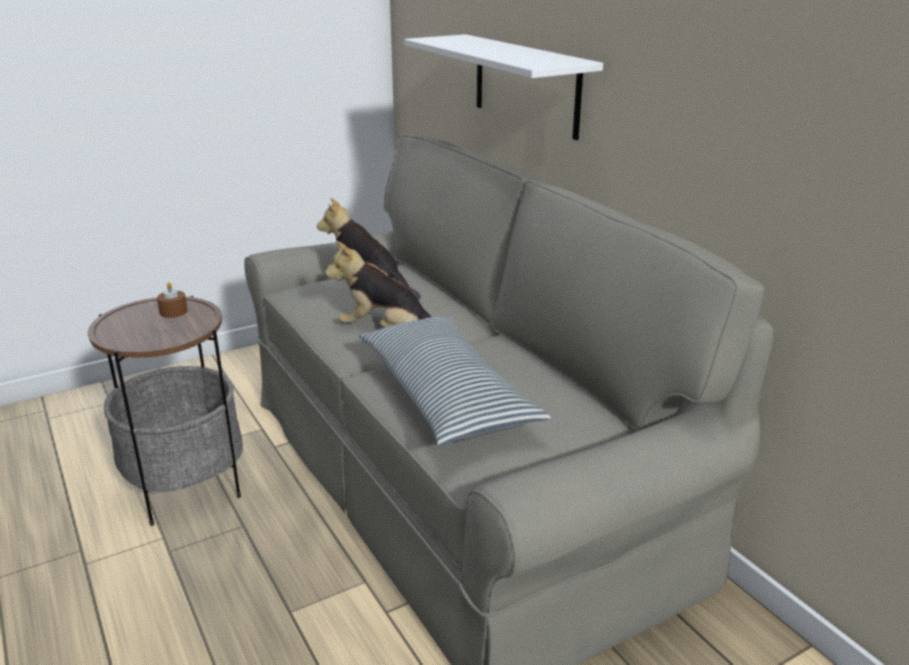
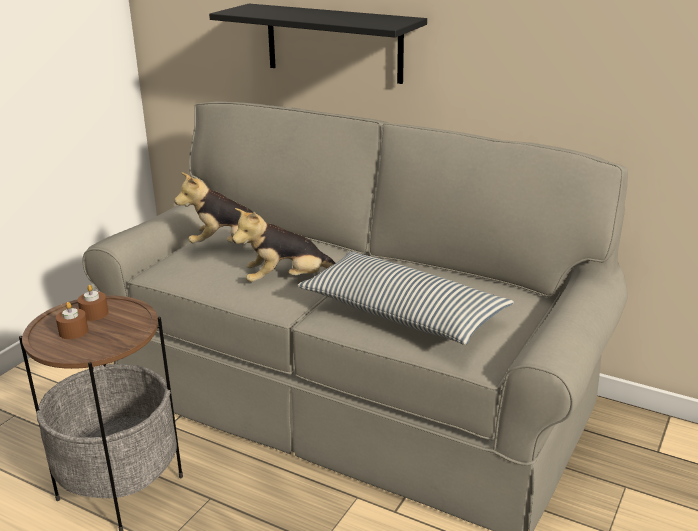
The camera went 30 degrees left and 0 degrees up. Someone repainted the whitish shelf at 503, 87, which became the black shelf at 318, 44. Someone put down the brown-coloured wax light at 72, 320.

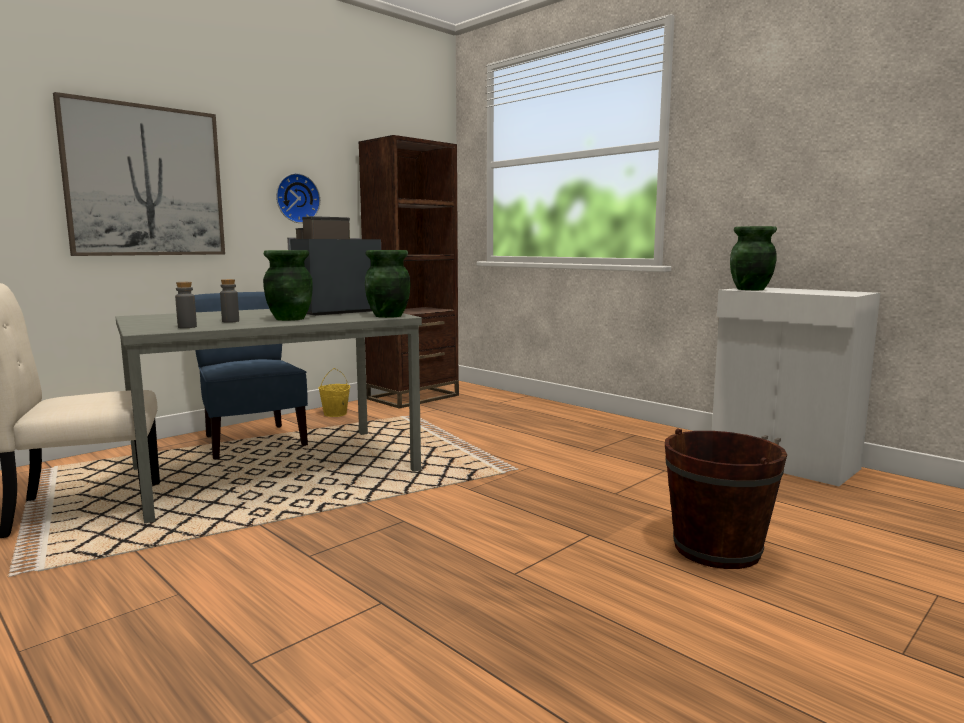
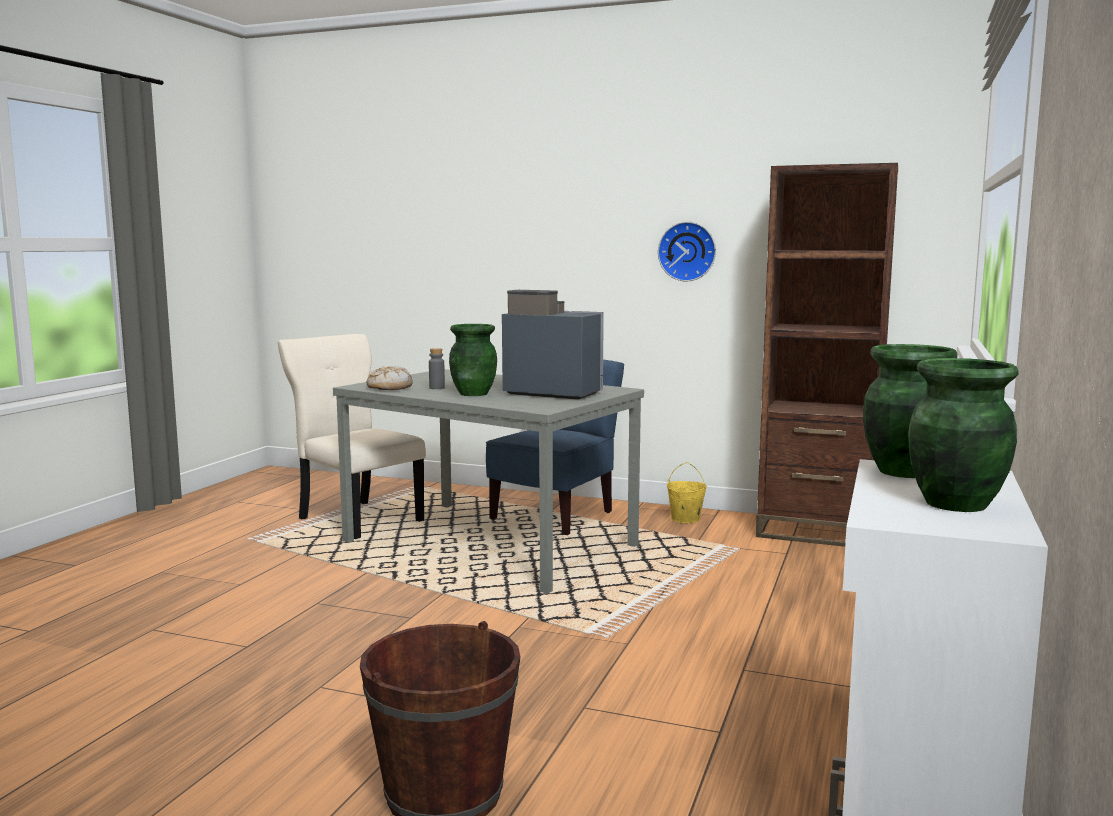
The camera went 65 degrees right and 0 degrees up. Someone took away the picture at 139, 174. Someone carried the green flower vase from 388, 284 to 963, 435. Someone swapped the greyish bottle at 186, 305 for the bread at 389, 378.

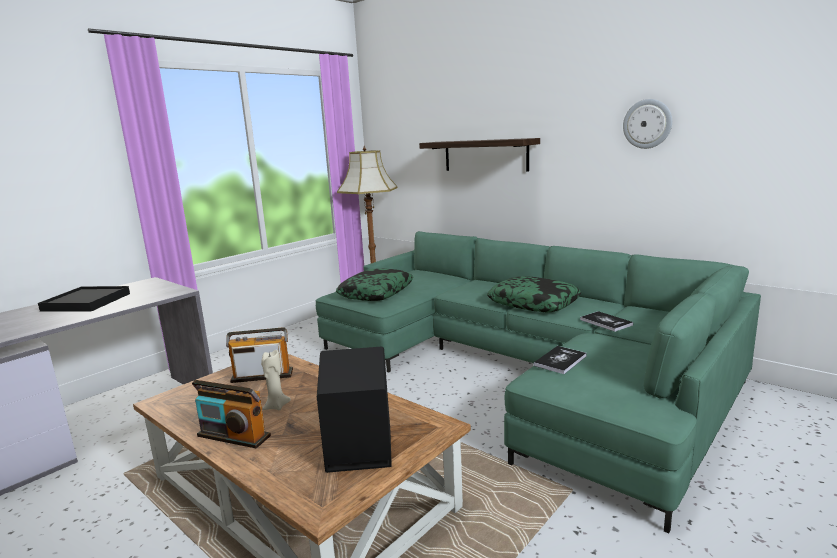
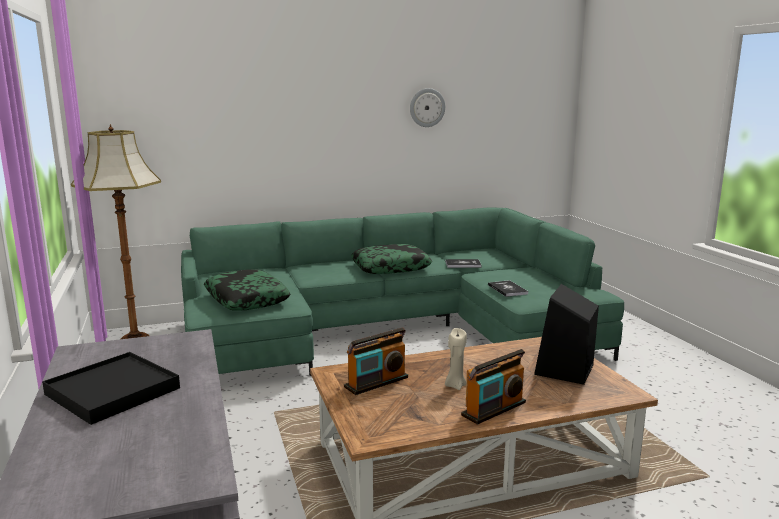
The camera went 60 degrees left and 0 degrees up. Someone took away the shelf at 479, 155. Someone rotated the radio receiver at 259, 355 by 150 degrees counterclockwise.

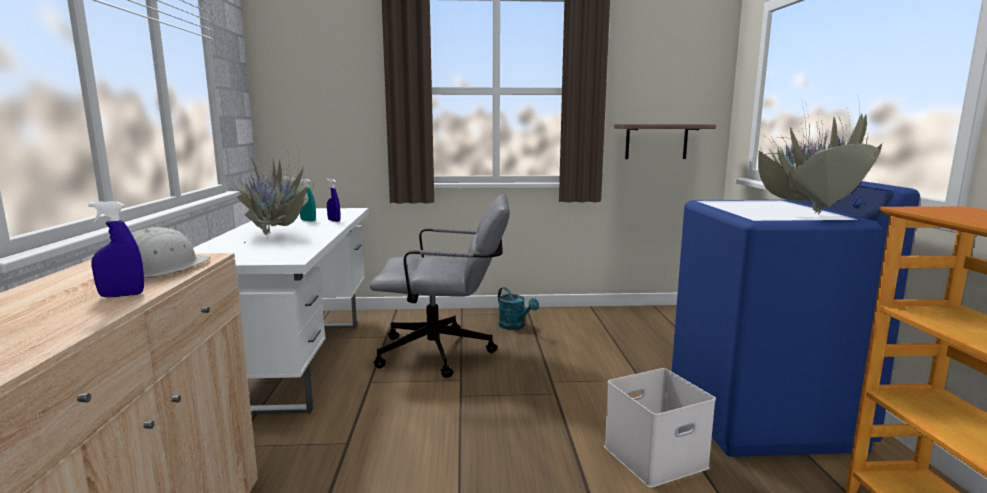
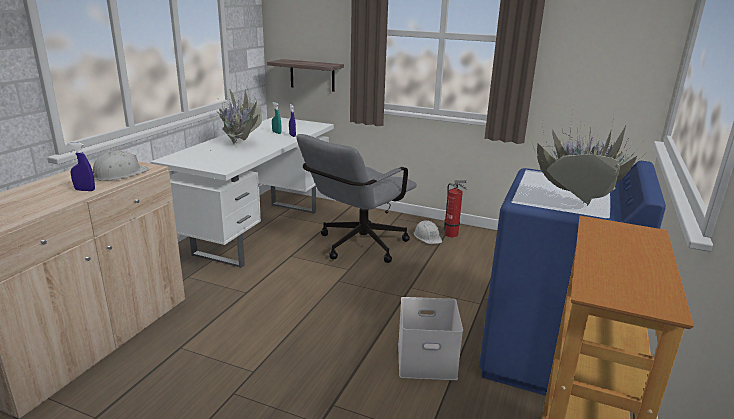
The camera went 25 degrees right and 10 degrees up. Someone carried the shelf from 665, 141 to 305, 75. Someone rotated the greyish office chair at 440, 286 by 105 degrees clockwise. Someone swapped the turquoise watering pot at 518, 308 for the whitish hard hat at 428, 232. Someone put down the fire extinguisher at 456, 208.

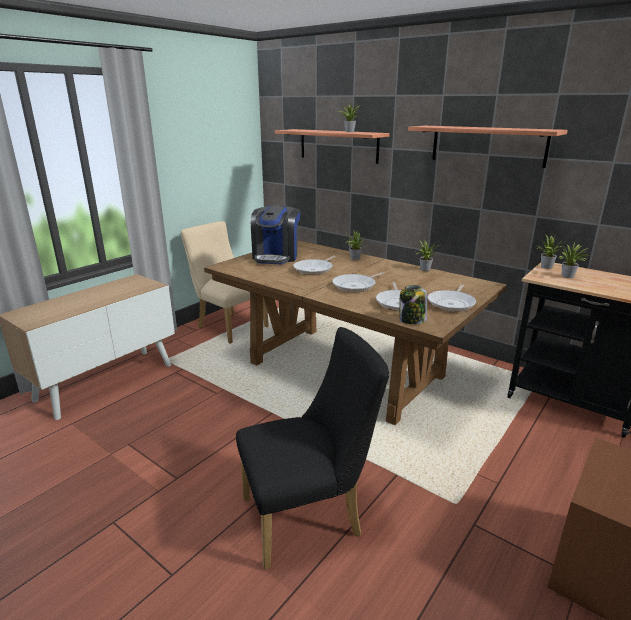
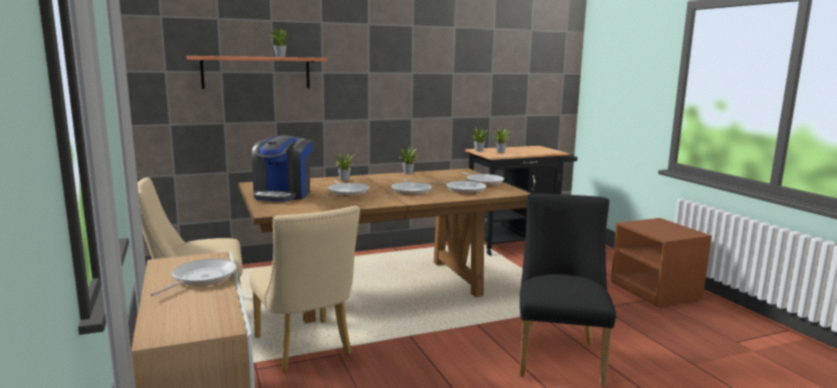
The camera went 60 degrees left and 10 degrees down. Someone took away the shelf at 488, 147. Someone rotated the coffee maker at 275, 234 by 60 degrees clockwise. Someone took away the storage jar at 413, 304. Someone put down the sand-coloured upright chair at 304, 289. Someone put down the pan at 193, 277.

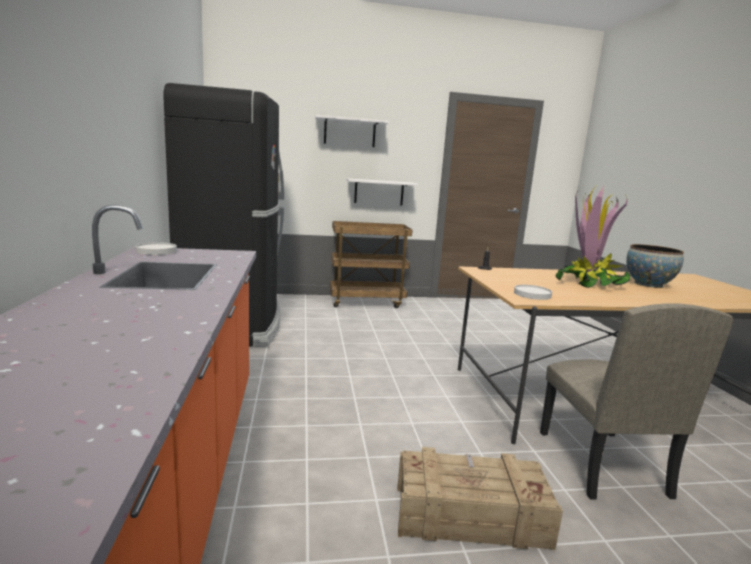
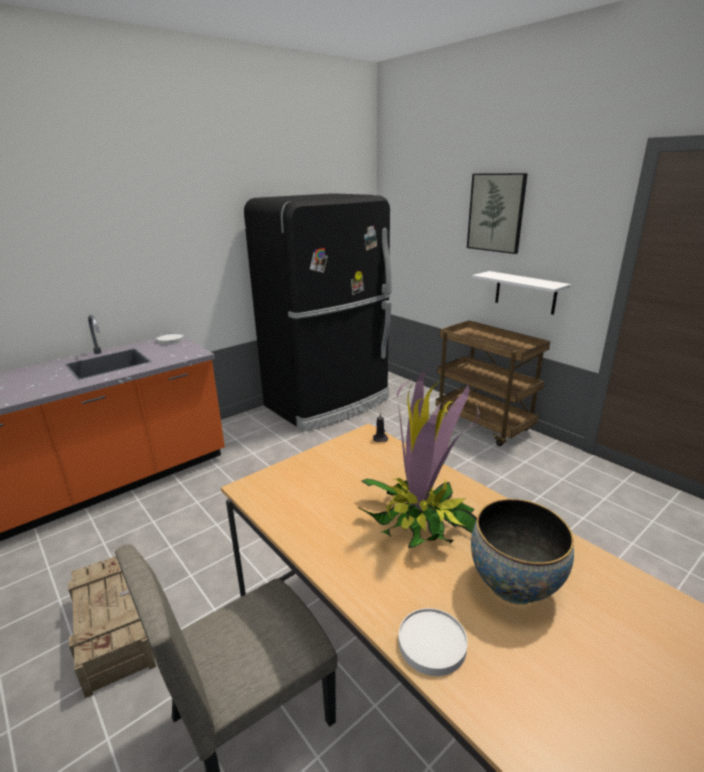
The camera went 60 degrees right and 10 degrees up. Someone swapped the whitish shelf at 352, 131 for the picture at 497, 213. Someone carried the whitish flat dish from 533, 292 to 433, 642.

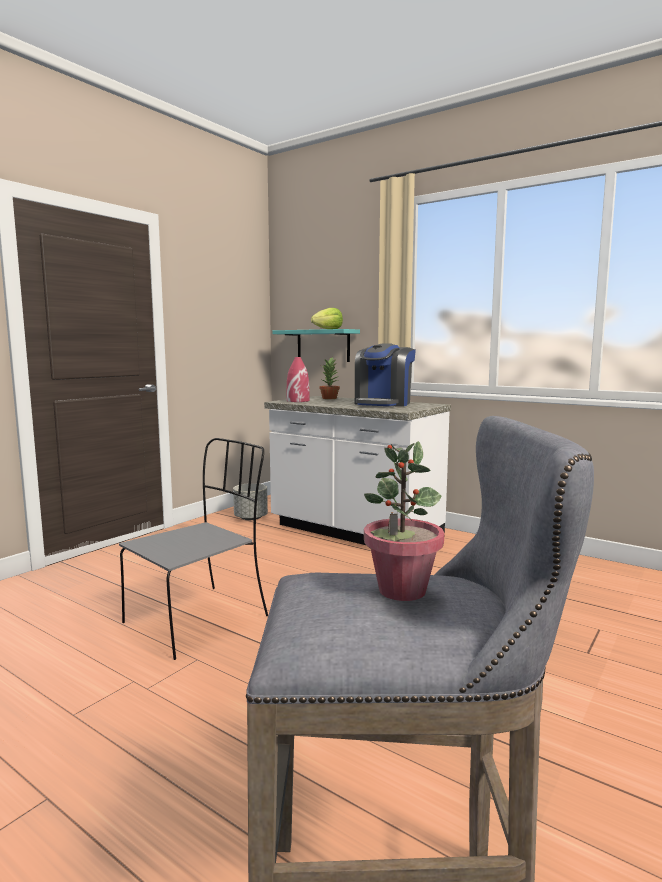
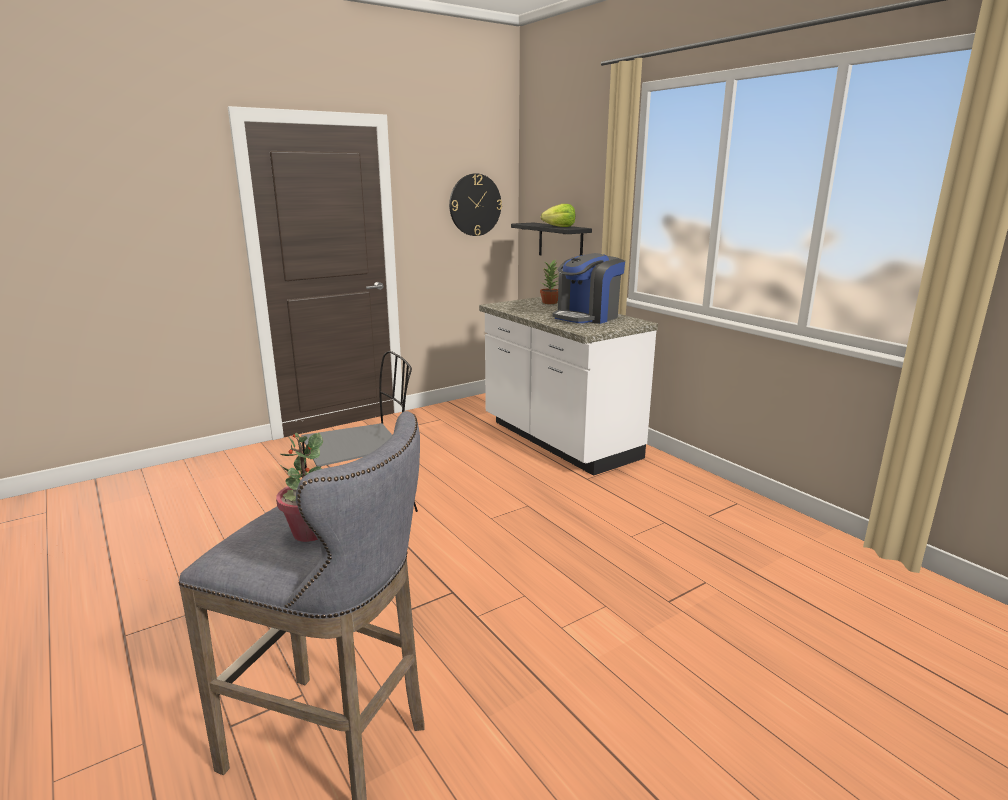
The camera went 20 degrees right and 10 degrees up. Someone repainted the turquoise shelf at 316, 345, which became the black shelf at 551, 239. Someone took away the red-coloured flower vase at 298, 379. Someone took away the greyish planter at 250, 501. Someone put up the wall clock at 475, 205.

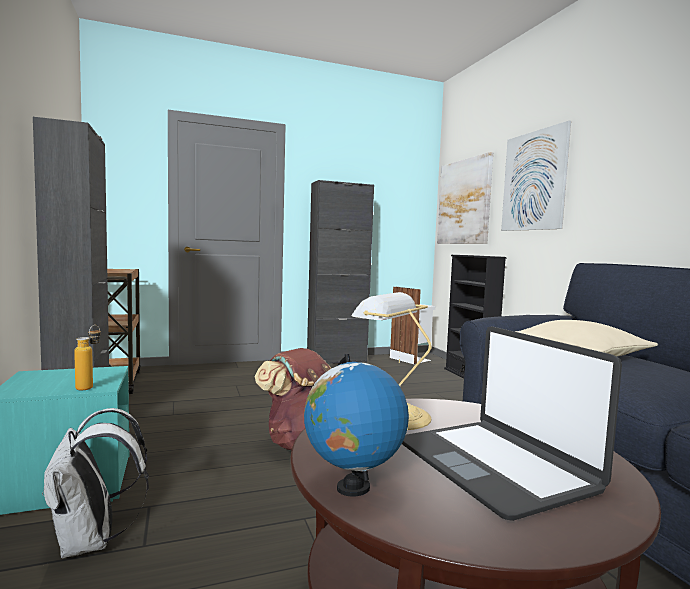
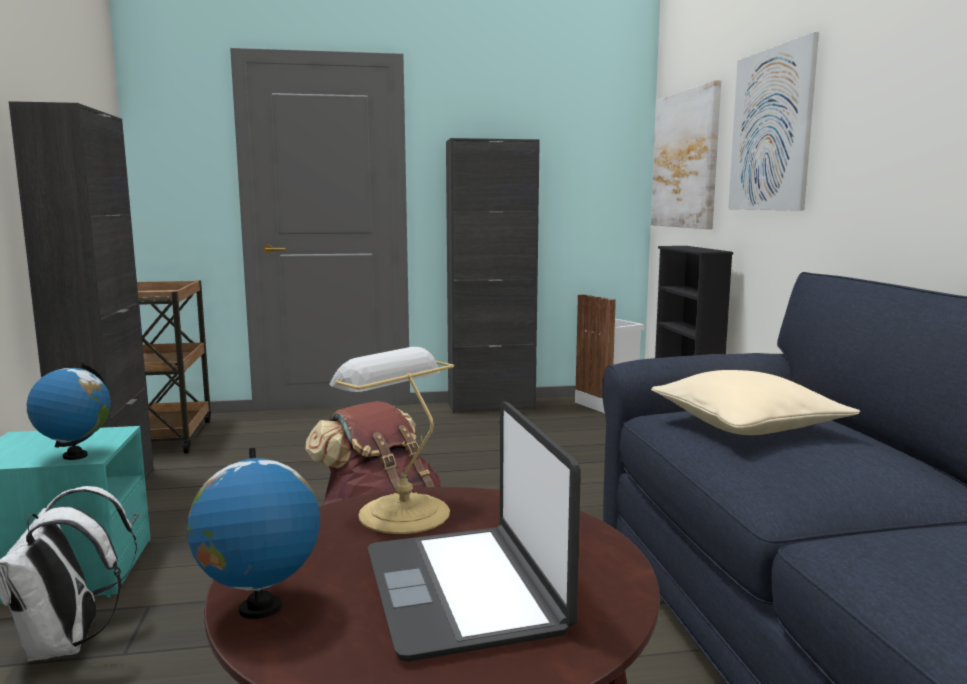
The camera went 10 degrees right and 5 degrees up. Someone swapped the bottle at 87, 357 for the world globe at 69, 411.

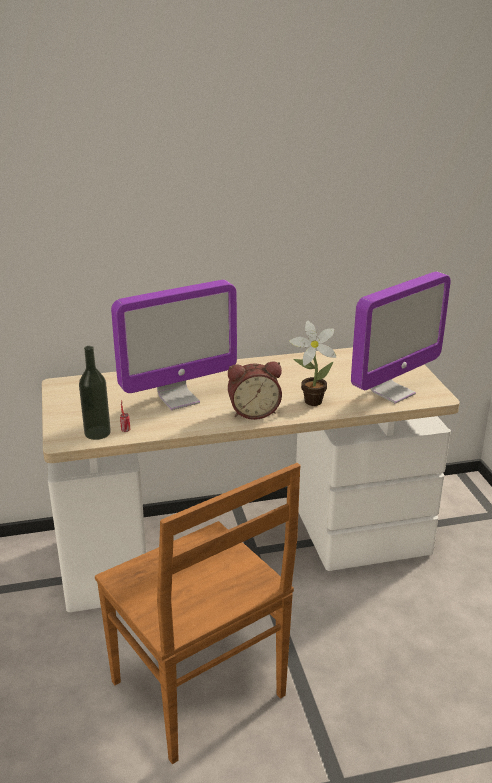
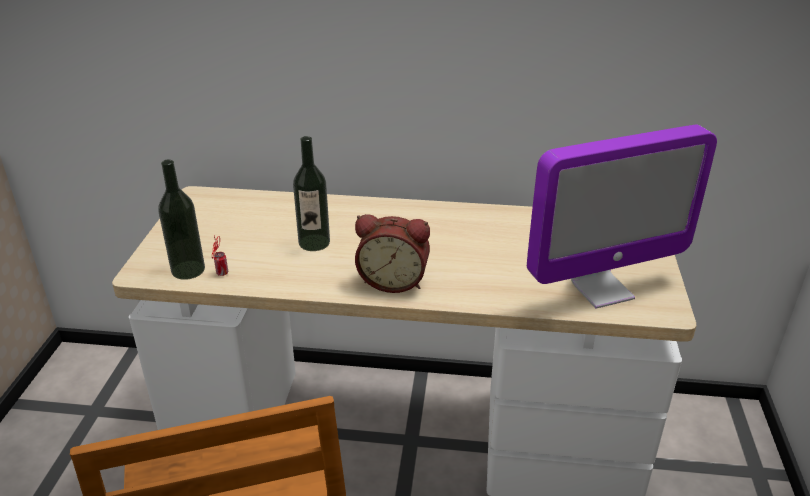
The camera went 20 degrees right and 5 degrees up. Someone swapped the monitor at 174, 345 for the bottle at 311, 193. Someone took away the houseplant at 312, 363.

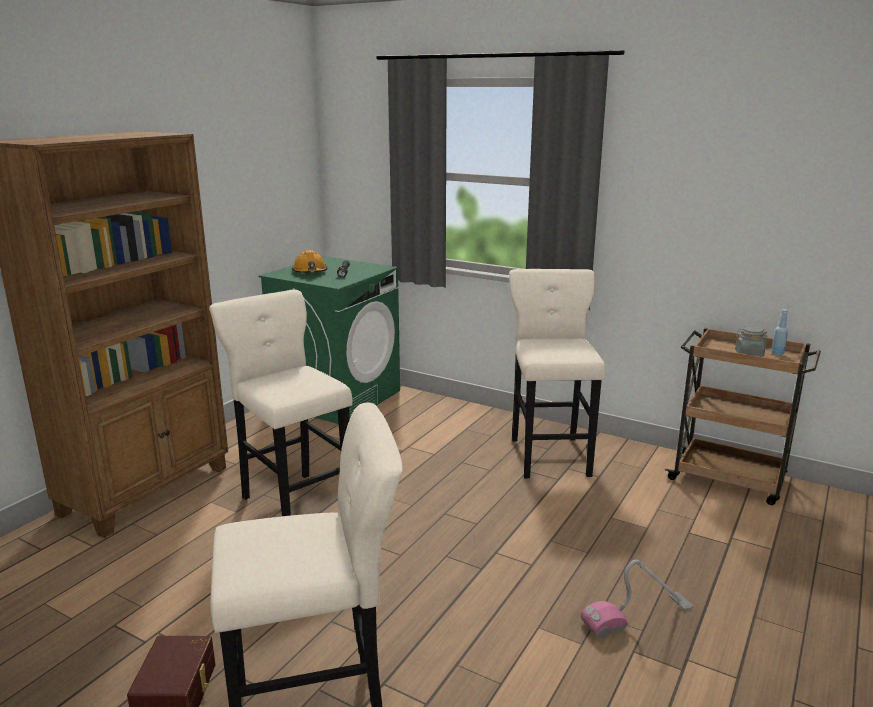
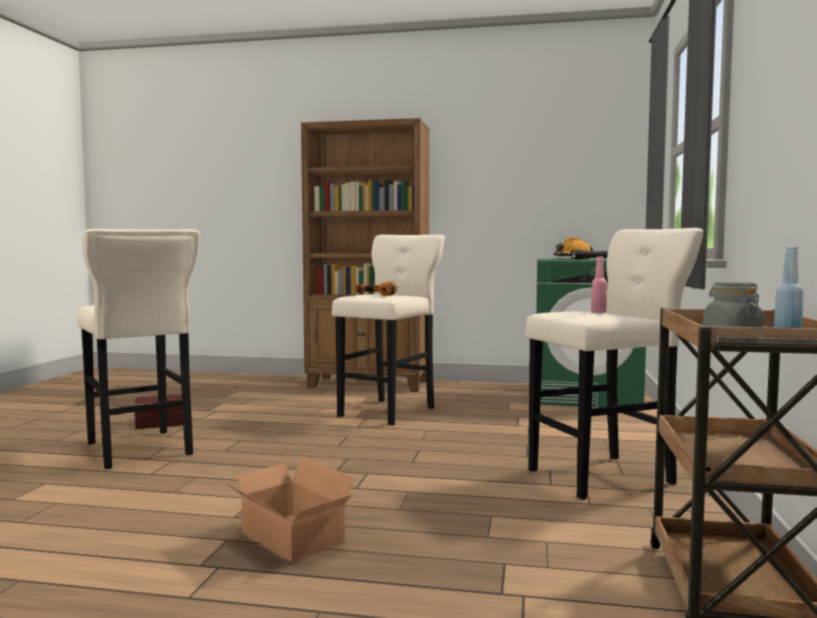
The camera went 70 degrees right and 15 degrees down. Someone swapped the vacuum cleaner at 637, 599 for the cardboard box at 288, 509. Someone put down the pinkish bottle at 599, 284. Someone put down the power drill at 376, 289.

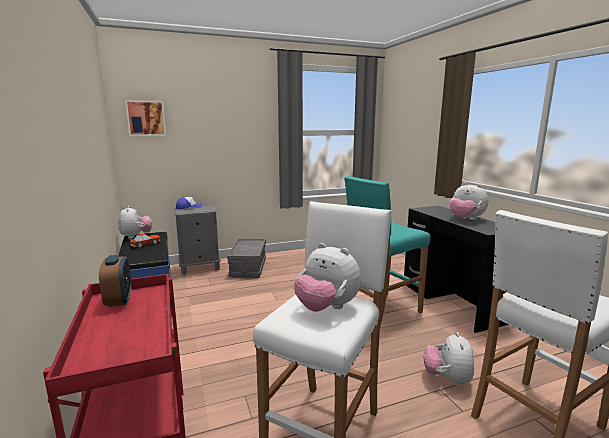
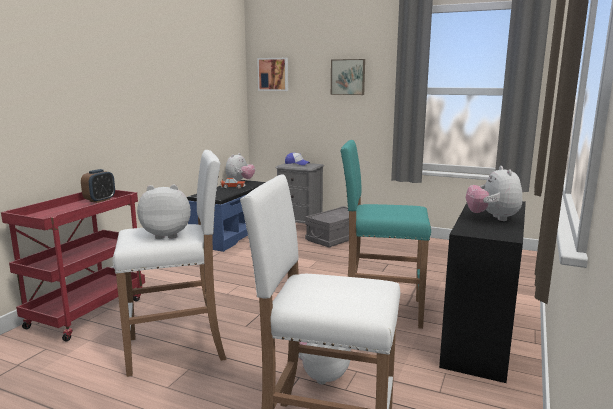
The camera went 45 degrees right and 0 degrees up. Someone rotated the plush toy at 327, 277 by 90 degrees clockwise. Someone put up the picture at 348, 77.

